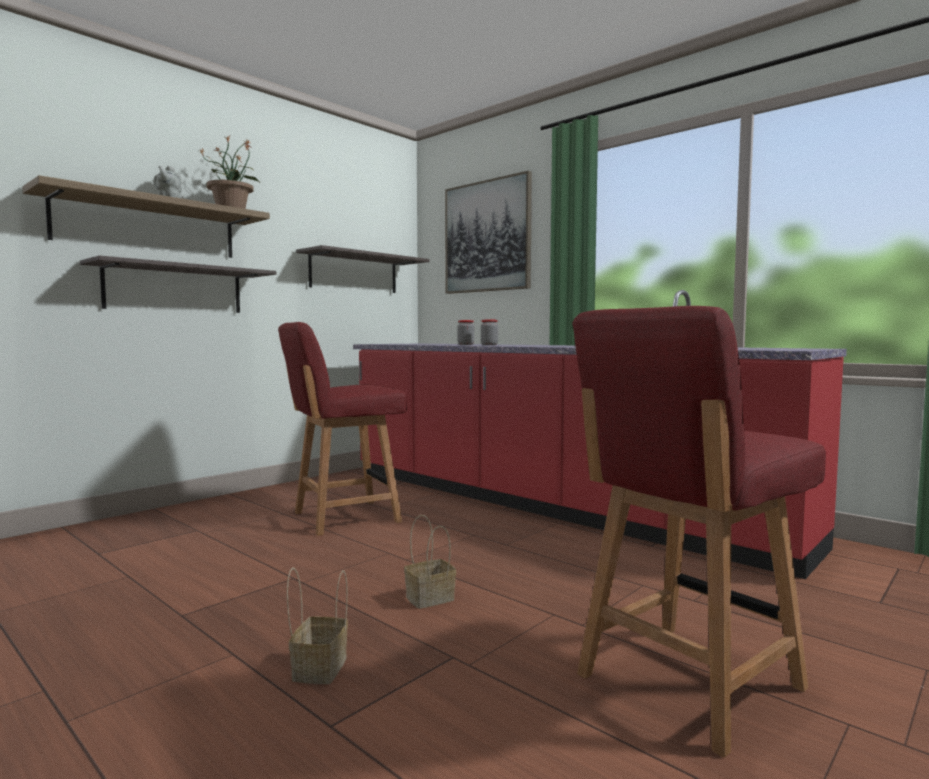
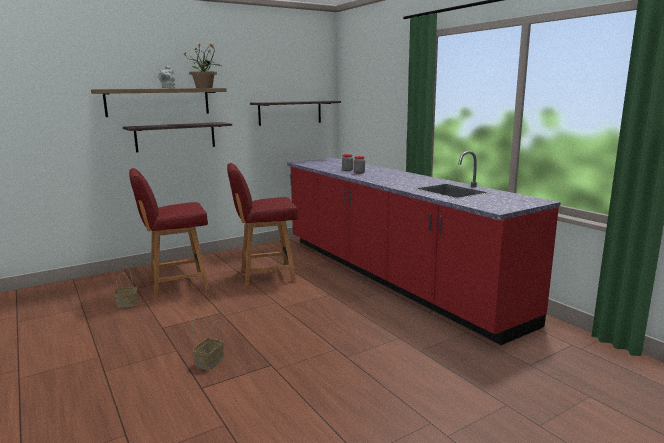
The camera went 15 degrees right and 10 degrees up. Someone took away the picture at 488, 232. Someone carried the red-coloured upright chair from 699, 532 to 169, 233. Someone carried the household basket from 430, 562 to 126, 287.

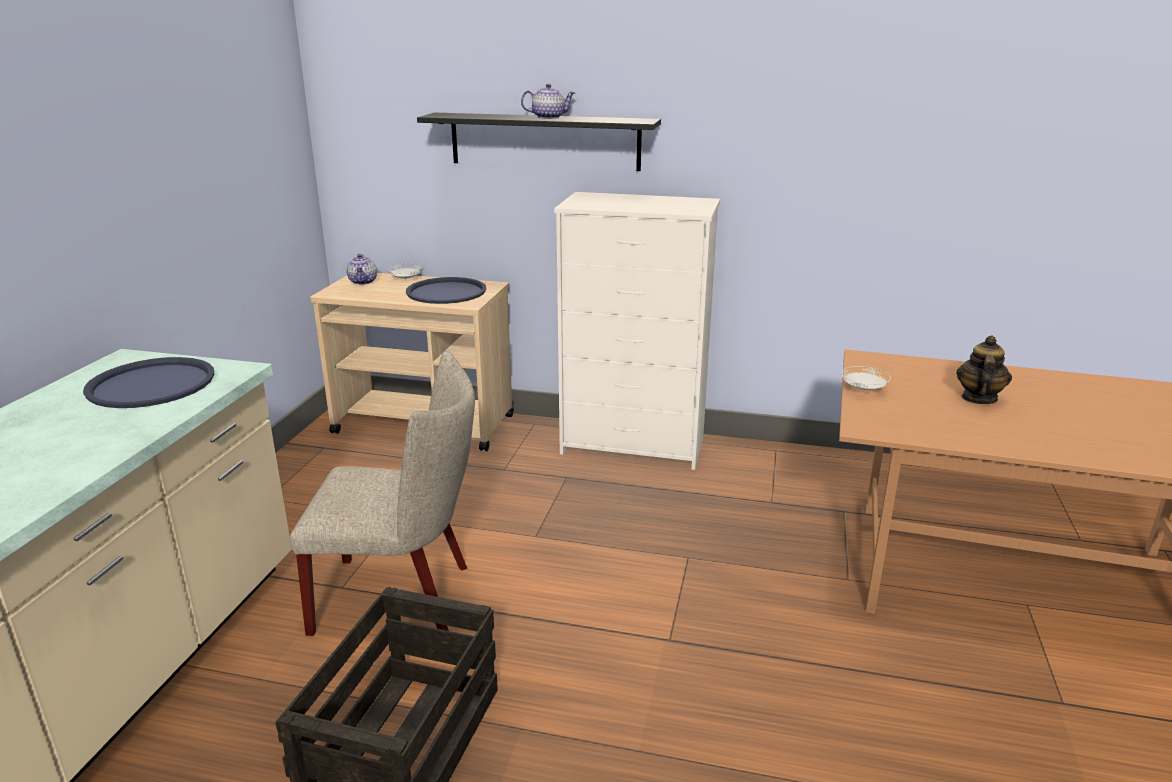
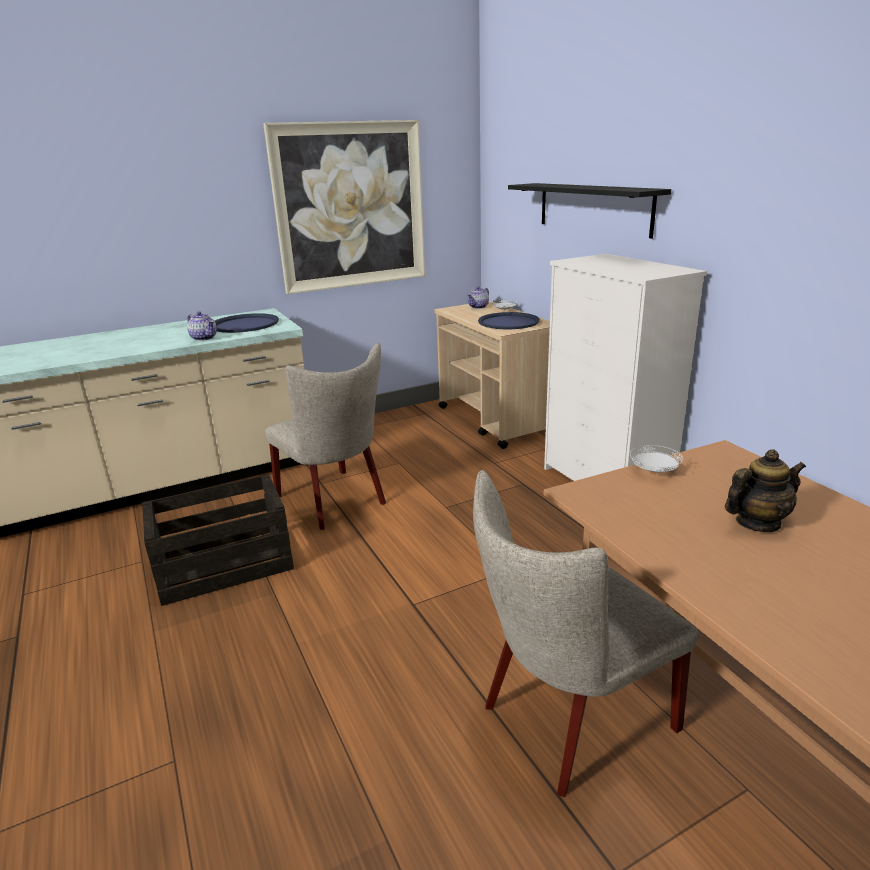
The camera went 50 degrees right and 0 degrees up. Someone carried the tea pot from 548, 101 to 202, 326. Someone put up the picture at 344, 207. Someone put down the sand-coloured upright chair at 586, 633.

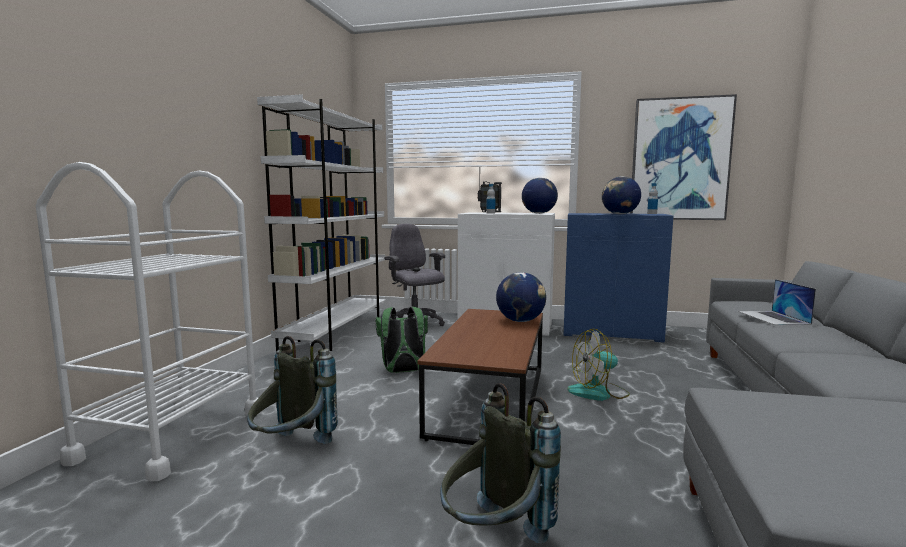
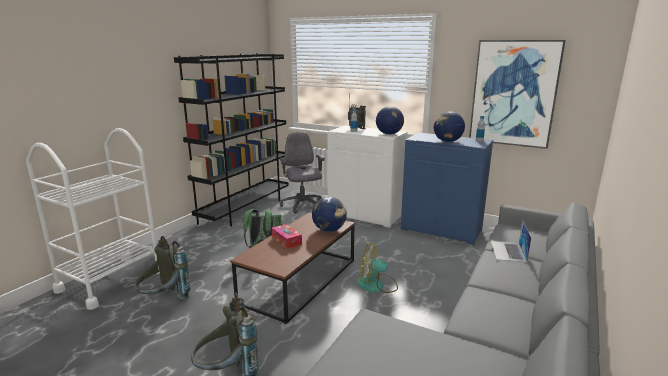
The camera went 15 degrees right and 10 degrees up. Someone repainted the whitish bookshelf at 321, 223, which became the black bookshelf at 231, 139. Someone put down the tissue holder at 287, 236.

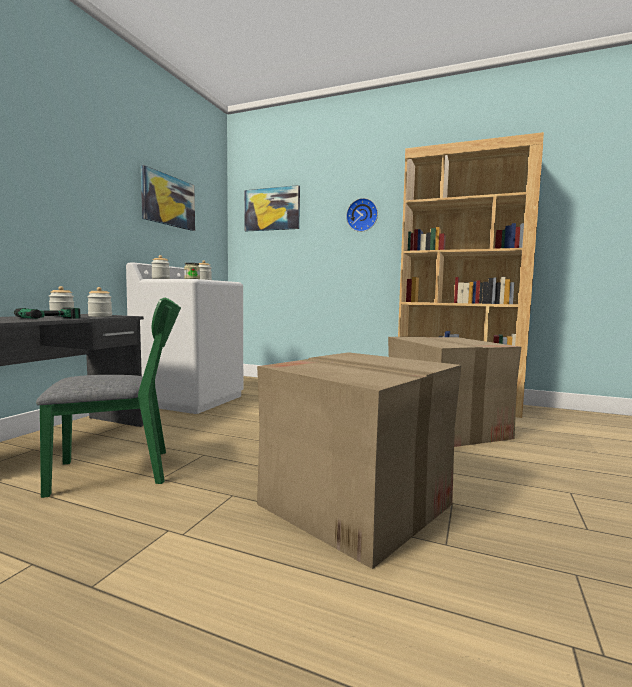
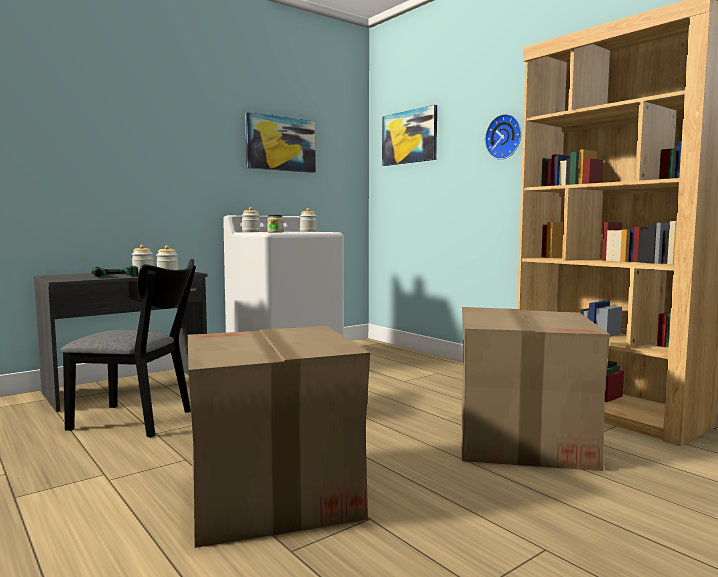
The camera went 30 degrees right and 0 degrees up. Someone repainted the green upright chair at 108, 398, which became the black upright chair at 128, 348.

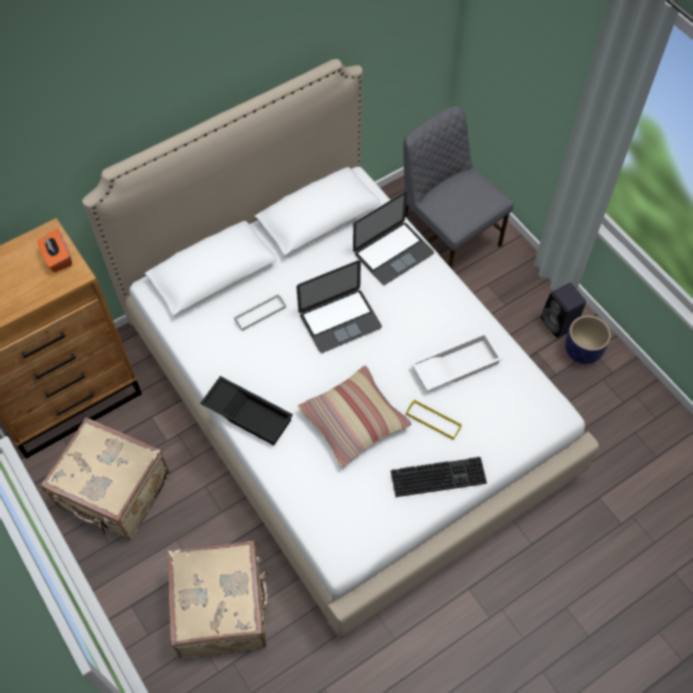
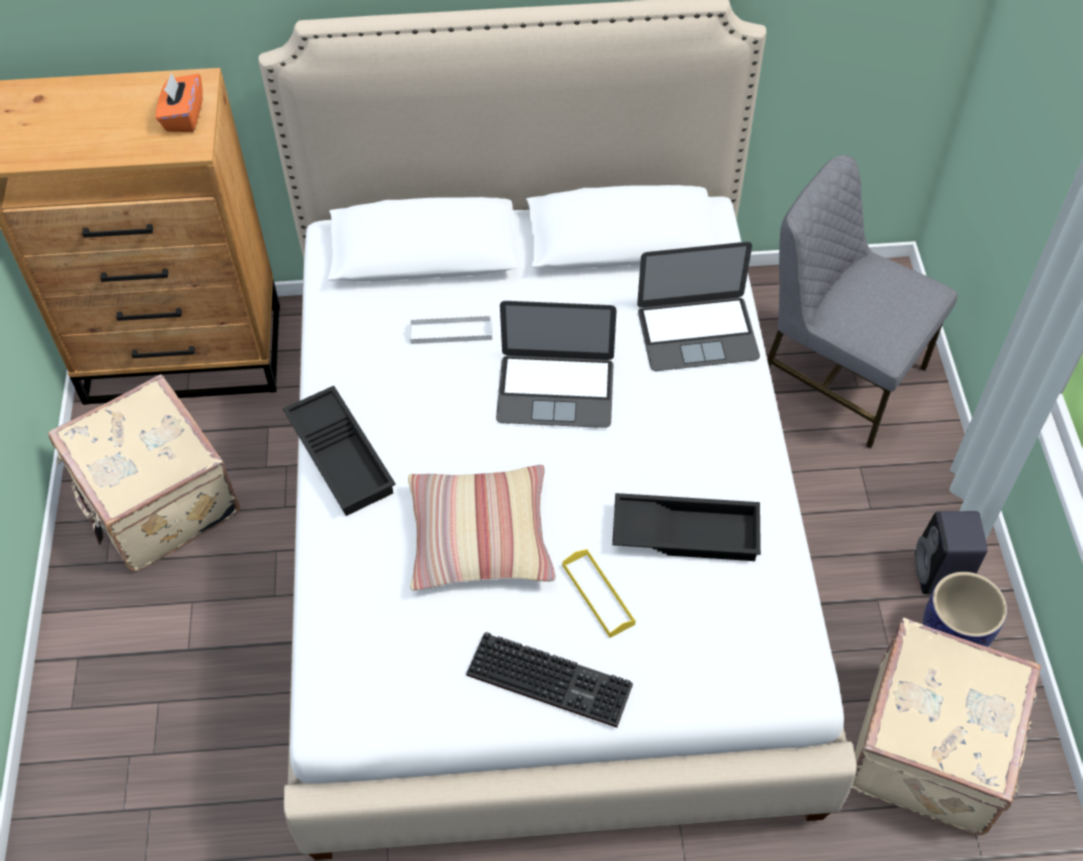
The camera went 30 degrees right and 5 degrees down. Someone rotated the greyish upright chair at 458, 187 by 45 degrees counterclockwise. Someone repainted the whitish tray at 456, 361, which became the black tray at 686, 527. Someone carried the sand-coloured suitcase from 218, 600 to 946, 726.

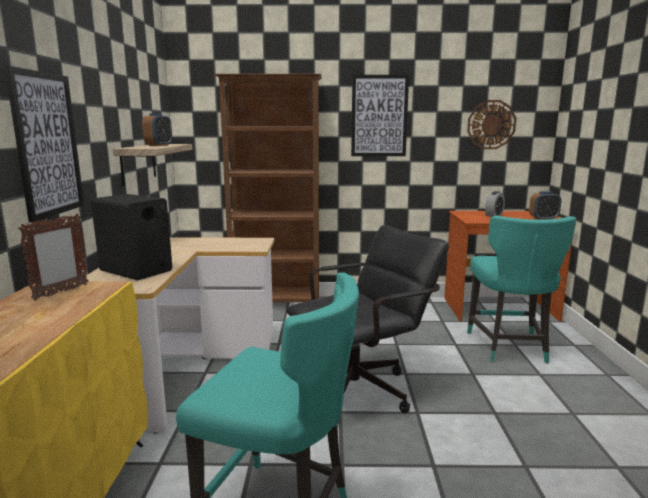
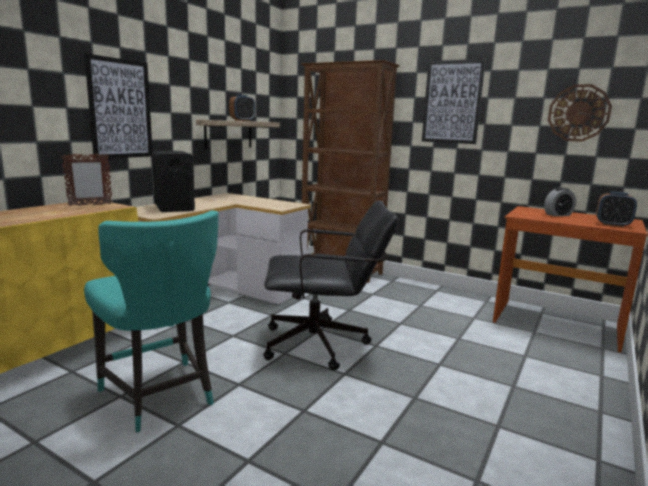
The camera went 30 degrees right and 0 degrees up. Someone took away the turquoise upright chair at 521, 290.

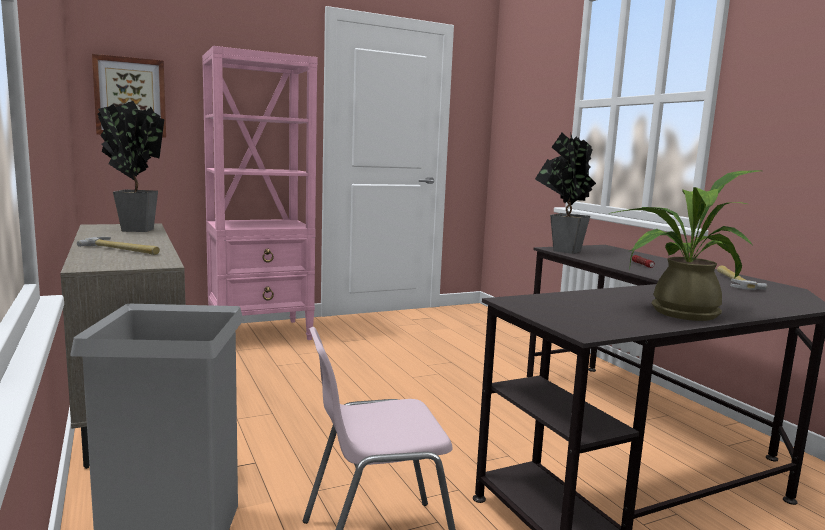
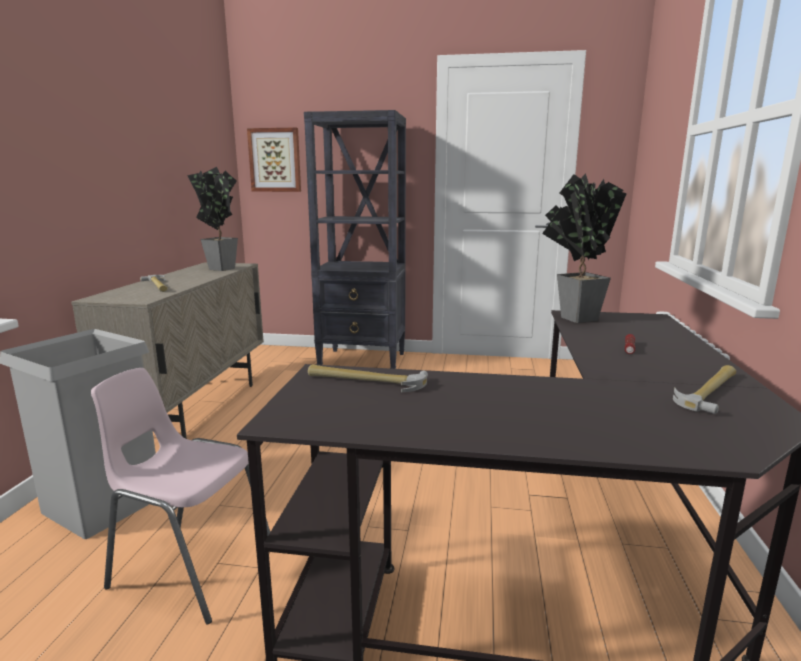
The camera went 35 degrees right and 5 degrees up. Someone repainted the pinkish bookshelf at 260, 193, which became the black bookshelf at 355, 239. Someone took away the houseplant at 684, 245. Someone put down the hammer at 368, 378.

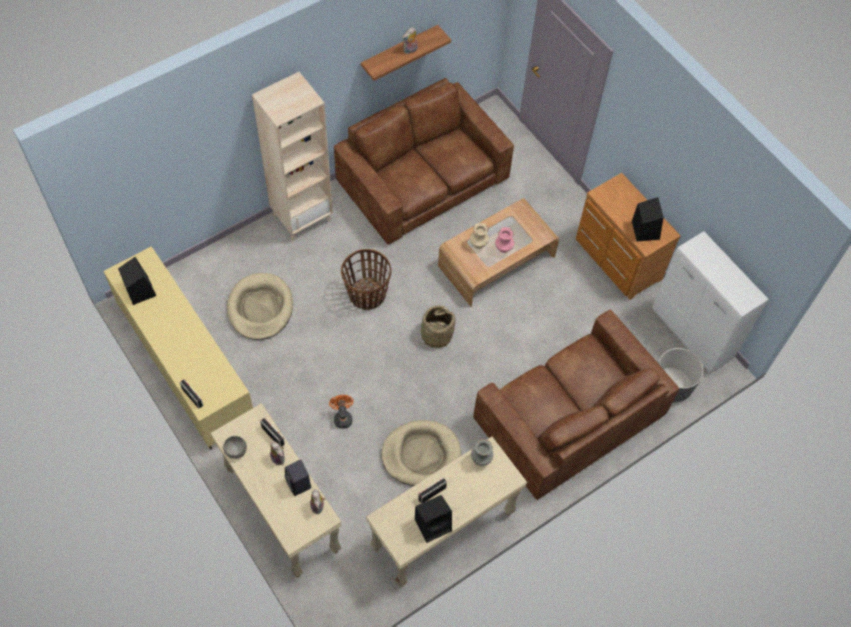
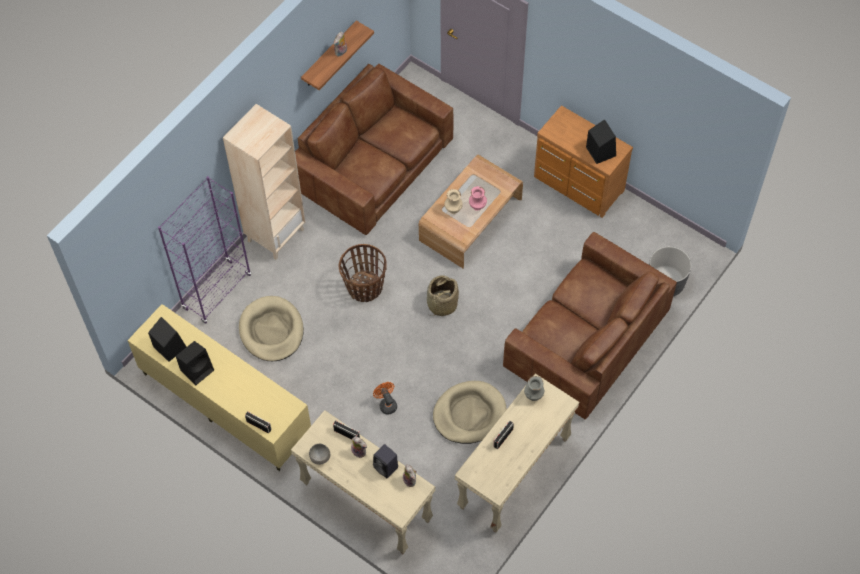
The camera went 15 degrees left and 0 degrees up. Someone took away the whitish cupboard at 710, 302. Someone carried the black speaker from 433, 519 to 195, 363. Someone put down the purple bookshelf at 204, 250.

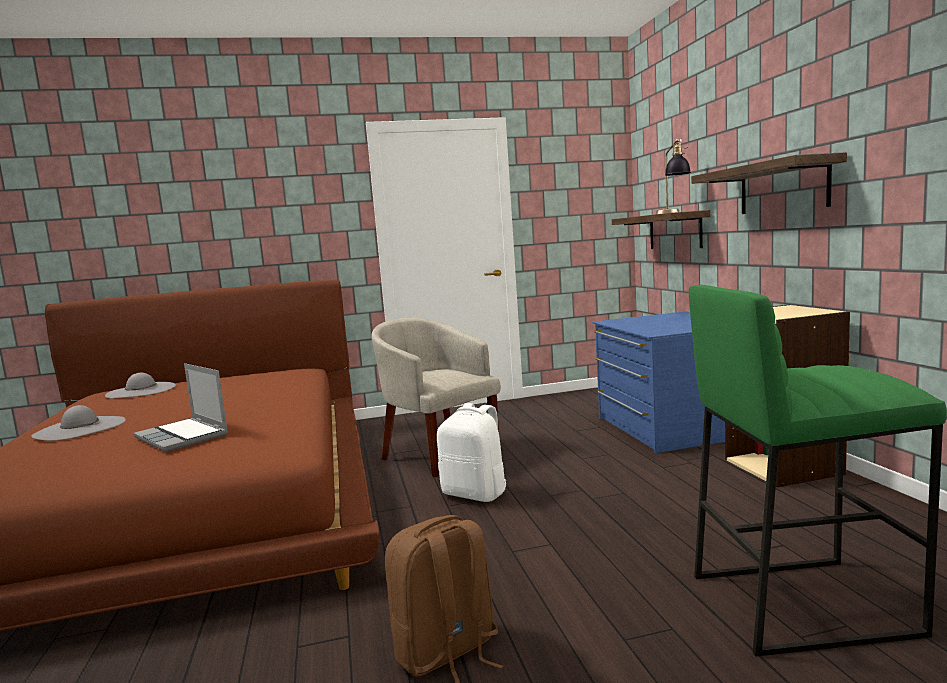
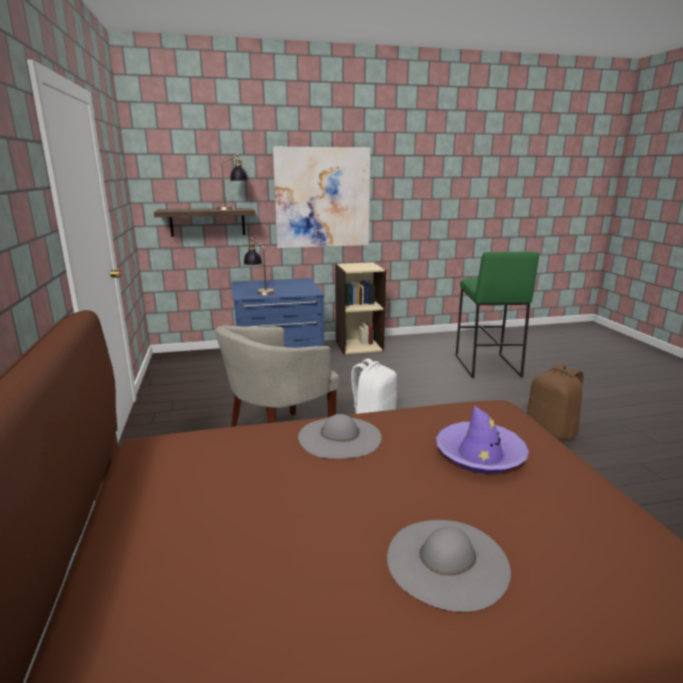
The camera went 90 degrees left and 10 degrees up. Someone swapped the shelf at 769, 183 for the picture at 322, 197. Someone swapped the notebook computer at 180, 407 for the purple clothing hat at 482, 439. Someone carried the greyish clothing hat from 140, 385 to 340, 436. Someone put down the tabletop lamp at 259, 266.

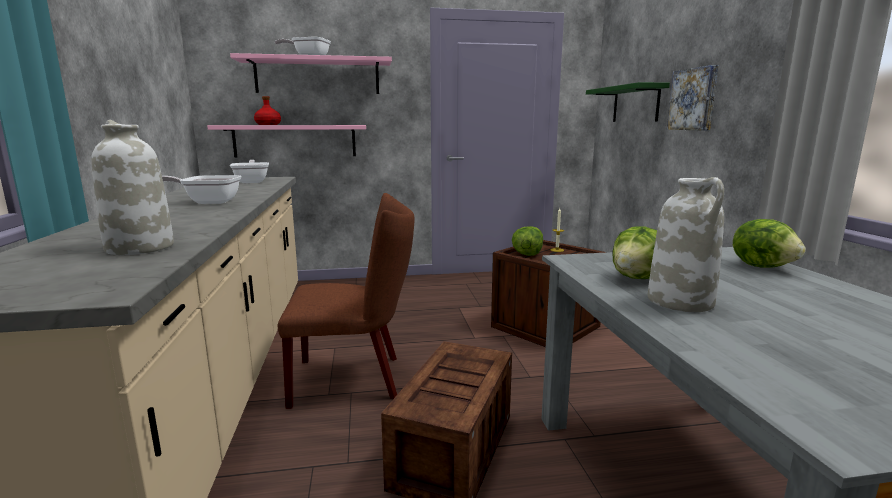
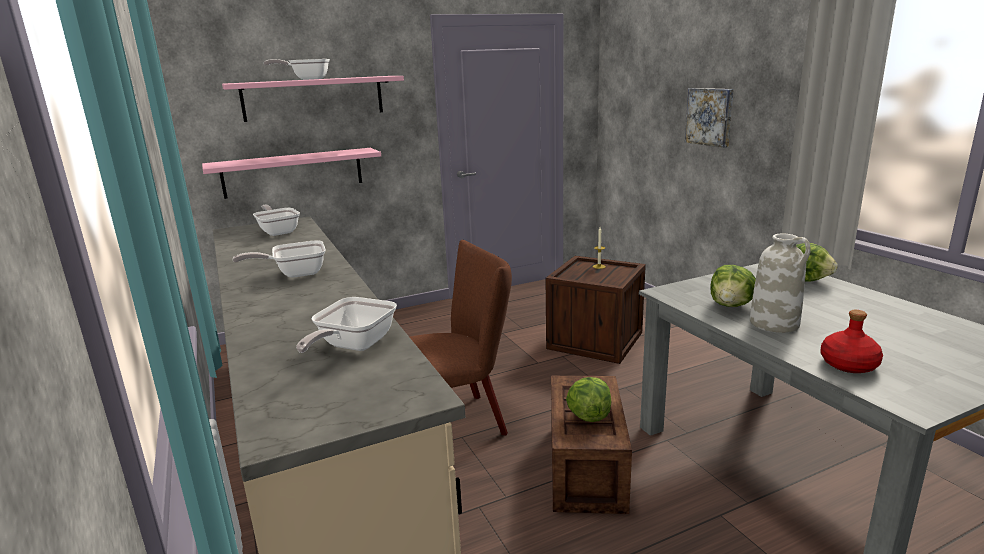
The camera went 15 degrees left and 5 degrees up. Someone took away the green shelf at 628, 102. Someone carried the red-coloured bottle from 267, 110 to 851, 341. Someone swapped the whitish flower vase at 132, 187 for the pan at 346, 325. Someone carried the lettuce head from 527, 241 to 588, 399.

